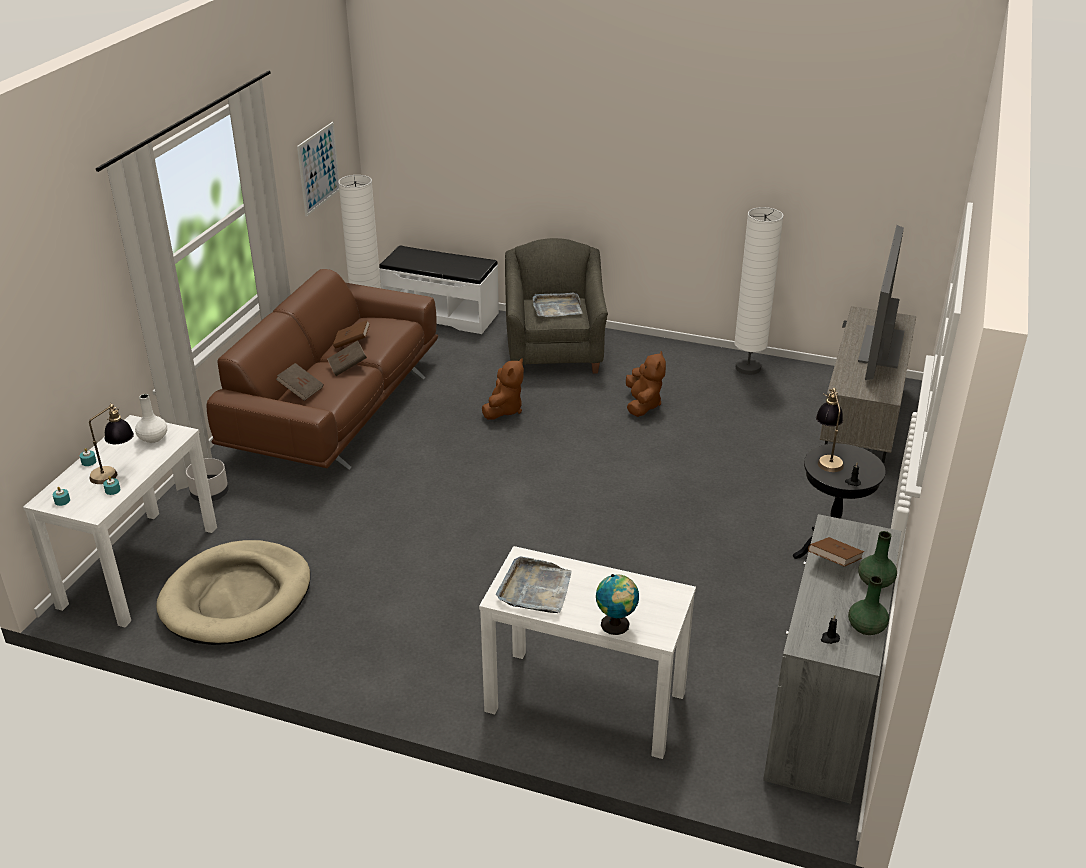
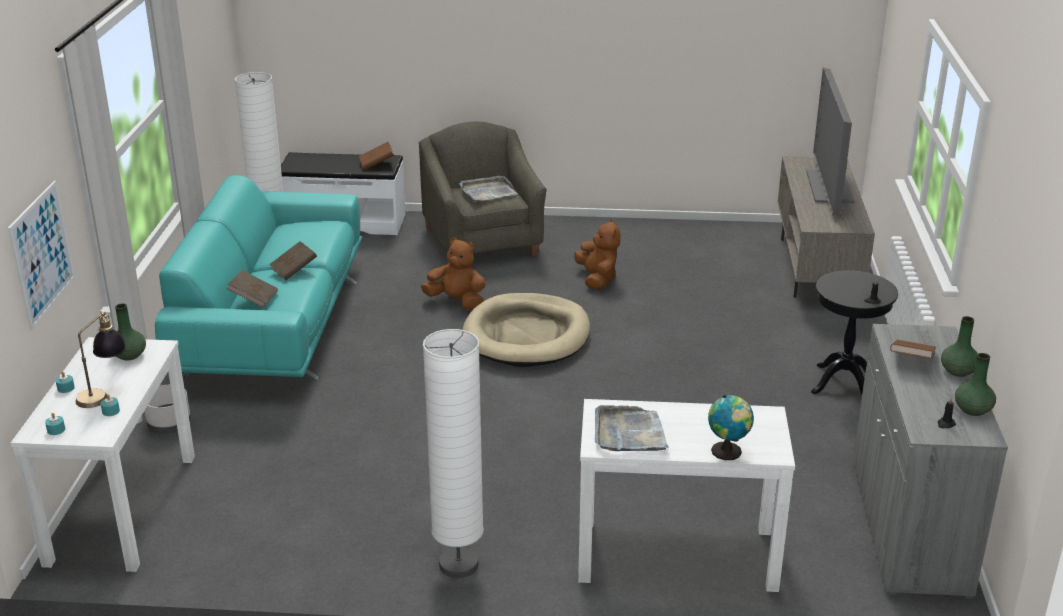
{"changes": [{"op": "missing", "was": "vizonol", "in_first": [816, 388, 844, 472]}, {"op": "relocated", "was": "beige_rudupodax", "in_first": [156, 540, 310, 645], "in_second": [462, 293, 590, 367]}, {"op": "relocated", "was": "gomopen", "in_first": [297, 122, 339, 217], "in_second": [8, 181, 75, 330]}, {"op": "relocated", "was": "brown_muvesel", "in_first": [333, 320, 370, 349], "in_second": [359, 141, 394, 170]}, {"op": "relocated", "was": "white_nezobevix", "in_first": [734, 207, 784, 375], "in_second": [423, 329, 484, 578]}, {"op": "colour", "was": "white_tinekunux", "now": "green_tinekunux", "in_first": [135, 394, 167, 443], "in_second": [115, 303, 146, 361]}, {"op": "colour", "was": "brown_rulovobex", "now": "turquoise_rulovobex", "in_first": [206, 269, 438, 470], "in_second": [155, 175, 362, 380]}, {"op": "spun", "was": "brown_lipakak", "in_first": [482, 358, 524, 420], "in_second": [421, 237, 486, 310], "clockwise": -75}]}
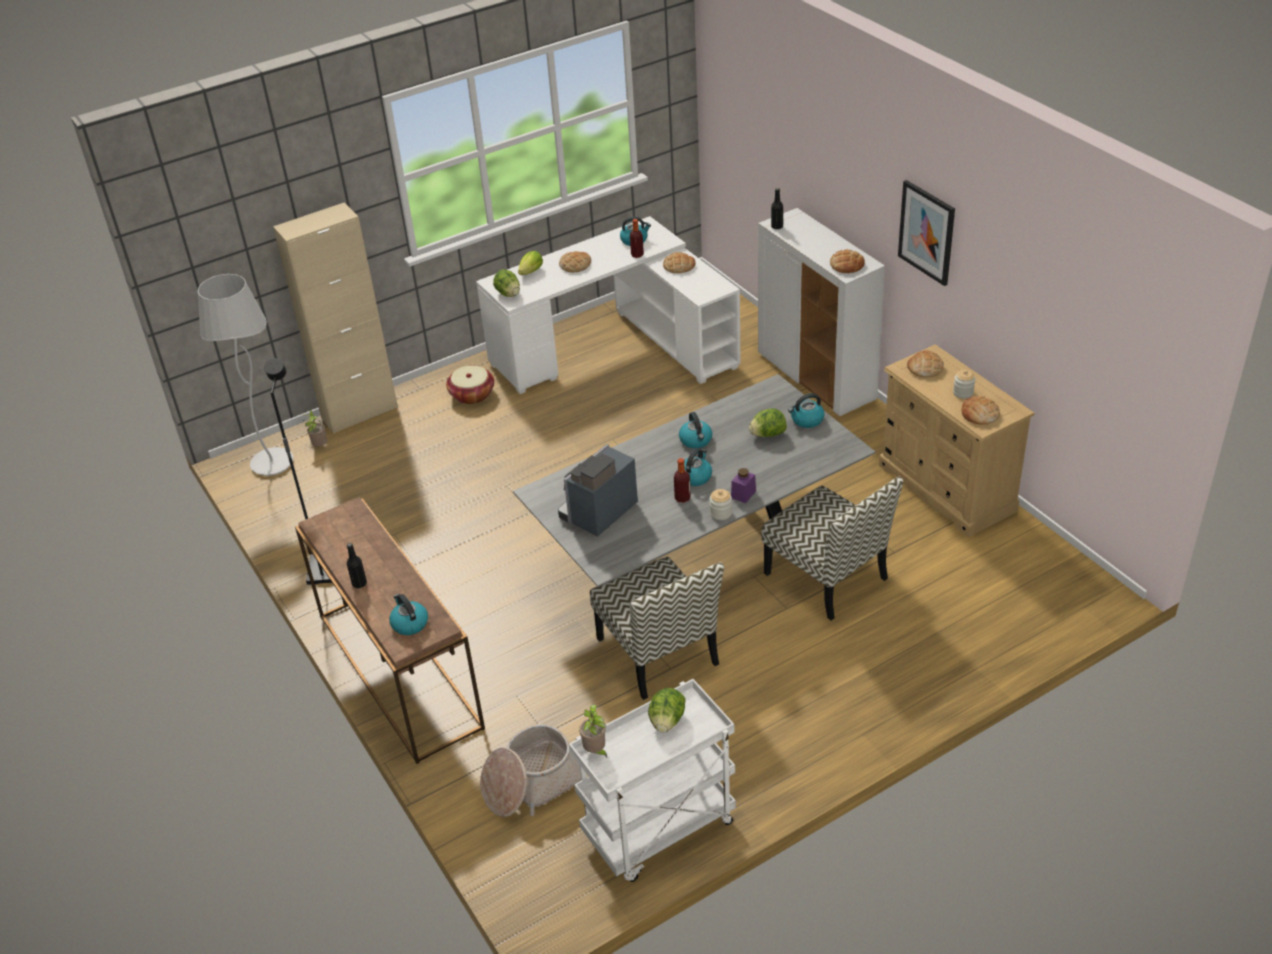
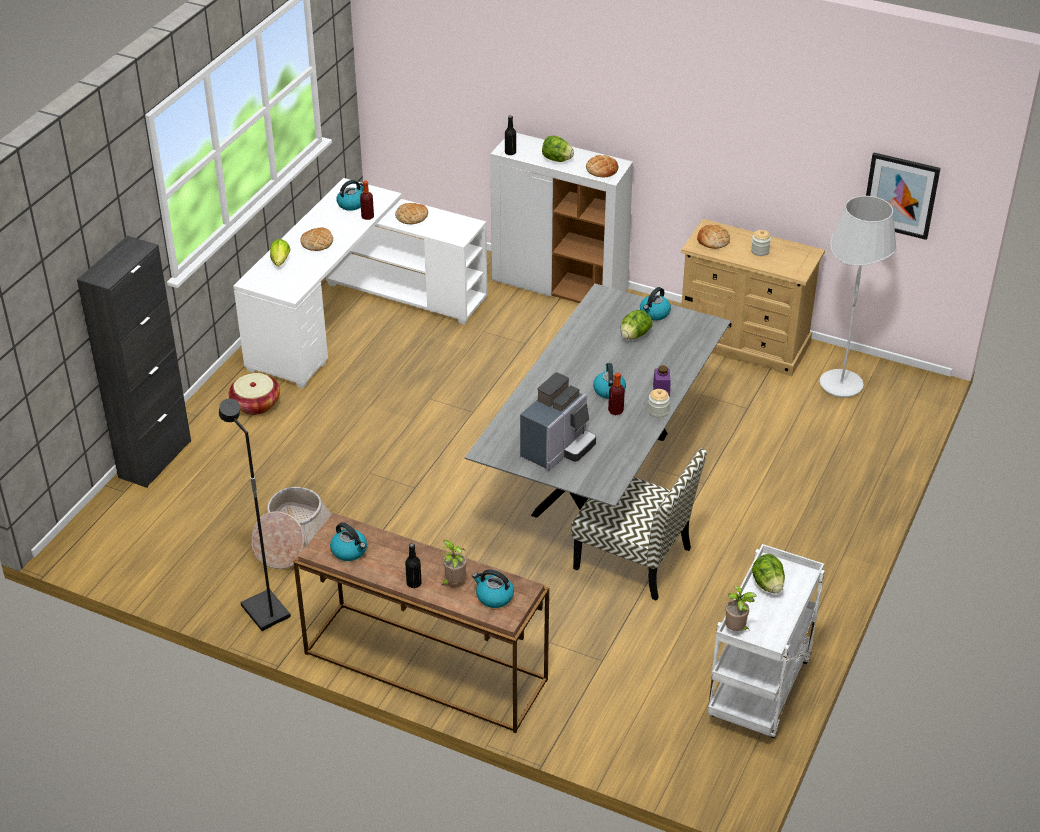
{"changes": [{"op": "missing", "was": "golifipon", "in_first": [761, 476, 903, 621]}, {"op": "missing", "was": "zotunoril", "in_first": [961, 396, 1000, 425]}, {"op": "relocated", "was": "white_nezobevix", "in_first": [197, 274, 293, 476], "in_second": [820, 196, 897, 398]}, {"op": "relocated", "was": "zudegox", "in_first": [303, 410, 327, 446], "in_second": [438, 540, 467, 585]}, {"op": "relocated", "was": "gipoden", "in_first": [480, 725, 581, 817], "in_second": [252, 487, 332, 569]}, {"op": "relocated", "was": "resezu", "in_first": [493, 269, 520, 297], "in_second": [542, 136, 574, 162]}, {"op": "relocated", "was": "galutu", "in_first": [679, 412, 712, 448], "in_second": [330, 522, 367, 561]}, {"op": "relocated", "was": "gomopen", "in_first": [898, 180, 955, 286], "in_second": [866, 152, 941, 240]}, {"op": "colour", "was": "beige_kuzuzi", "now": "black_kuzuzi", "in_first": [273, 202, 398, 434], "in_second": [77, 236, 191, 488]}, {"op": "spun", "was": "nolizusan", "in_first": [558, 444, 638, 537], "in_second": [520, 372, 596, 471], "clockwise": -150}]}
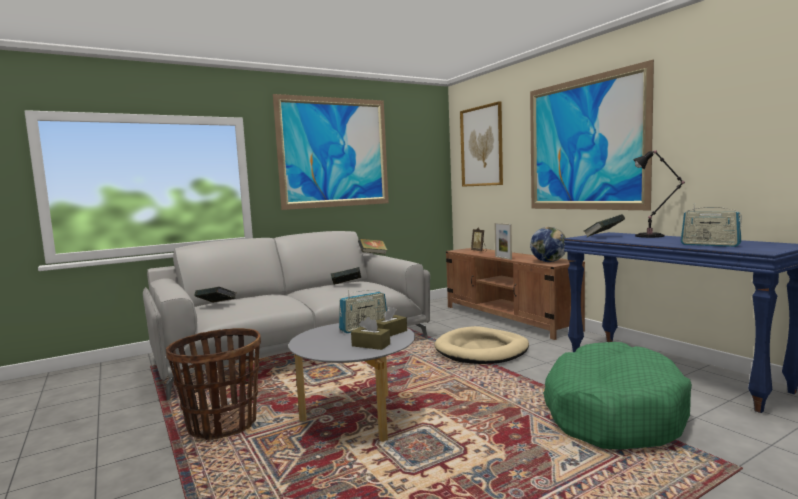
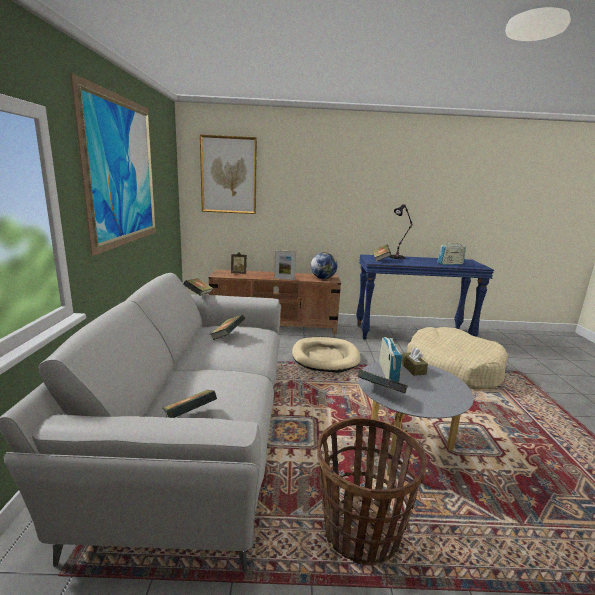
{"changes": [{"op": "missing", "was": "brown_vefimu", "in_first": [351, 317, 390, 350]}, {"op": "missing", "was": "gomopen", "in_first": [530, 60, 654, 210]}, {"op": "appeared", "now": "muvesel", "in_second": [358, 369, 408, 393]}, {"op": "colour", "was": "green_rudupodax", "now": "beige_rudupodax", "in_first": [543, 342, 692, 449], "in_second": [407, 327, 508, 389]}]}
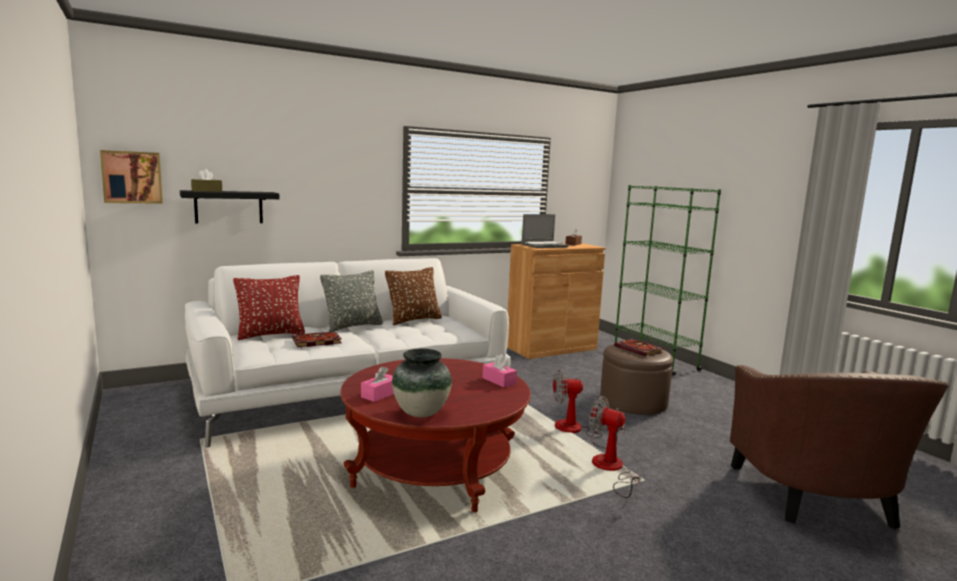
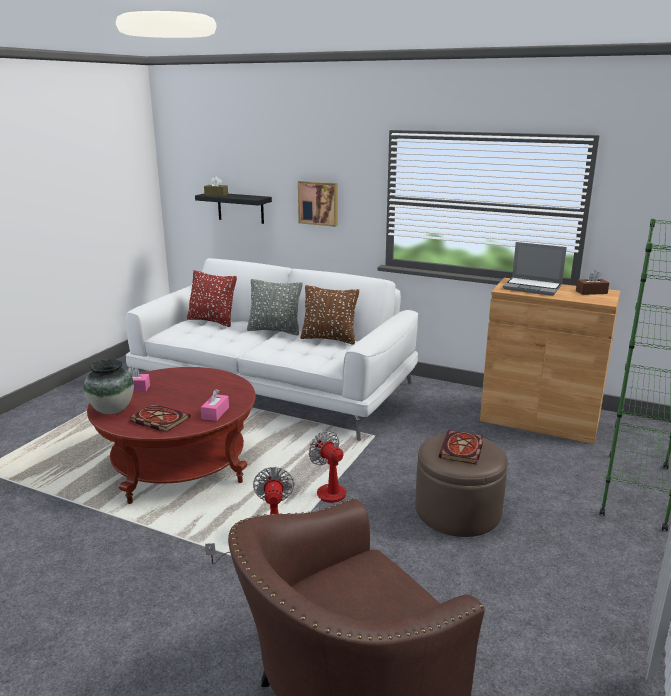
{"changes": [{"op": "relocated", "was": "gomopen", "in_first": [100, 150, 163, 204], "in_second": [298, 181, 338, 227]}, {"op": "relocated", "was": "muvesel", "in_first": [292, 331, 342, 347], "in_second": [129, 404, 190, 432]}]}
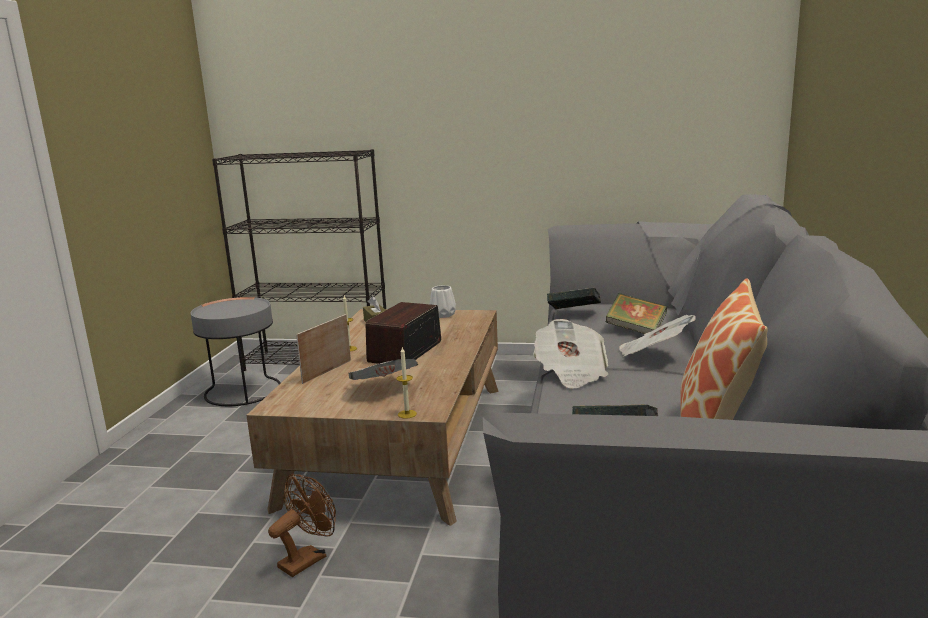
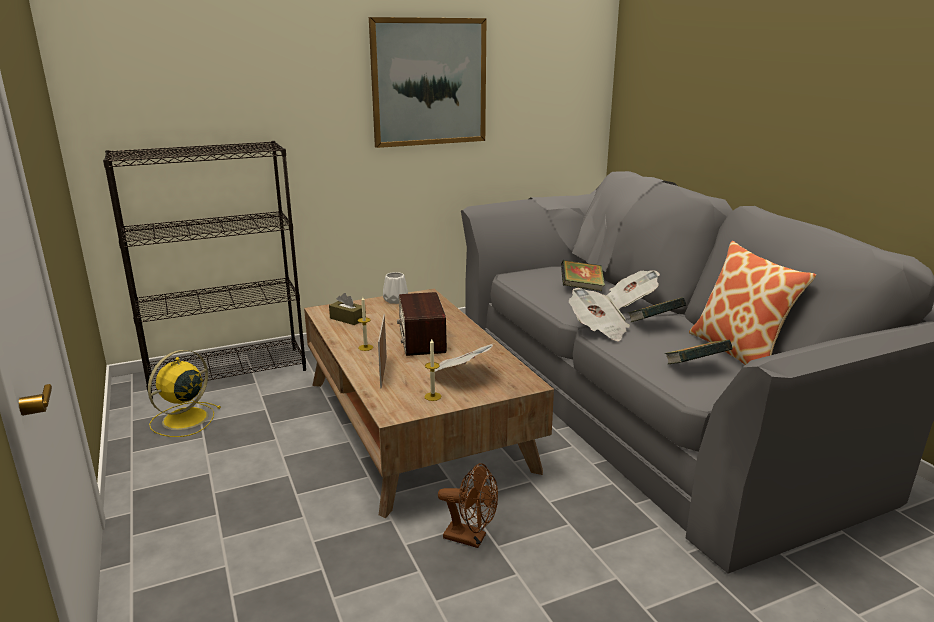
{"changes": [{"op": "appeared", "now": "gomopen", "in_second": [369, 17, 486, 148]}, {"op": "relocated", "was": "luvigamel", "in_first": [396, 347, 417, 419], "in_second": [424, 339, 442, 401]}, {"op": "relocated", "was": "muvesel", "in_first": [547, 288, 601, 310], "in_second": [628, 297, 686, 323]}, {"op": "exchanged", "was": "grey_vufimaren", "now": "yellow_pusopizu", "in_first": [190, 297, 280, 406], "in_second": [148, 350, 221, 437]}, {"op": "spun", "was": "brown_pusopizu", "in_first": [268, 474, 336, 577], "in_second": [438, 463, 498, 548], "clockwise": 105}]}
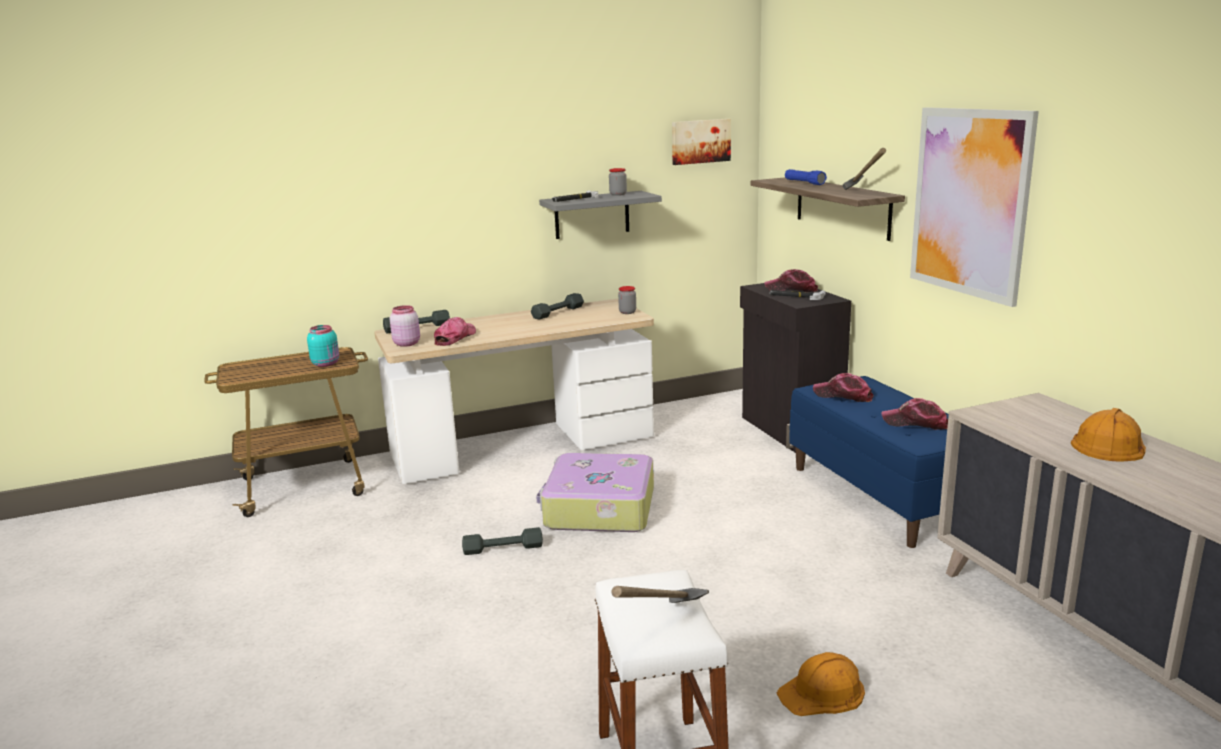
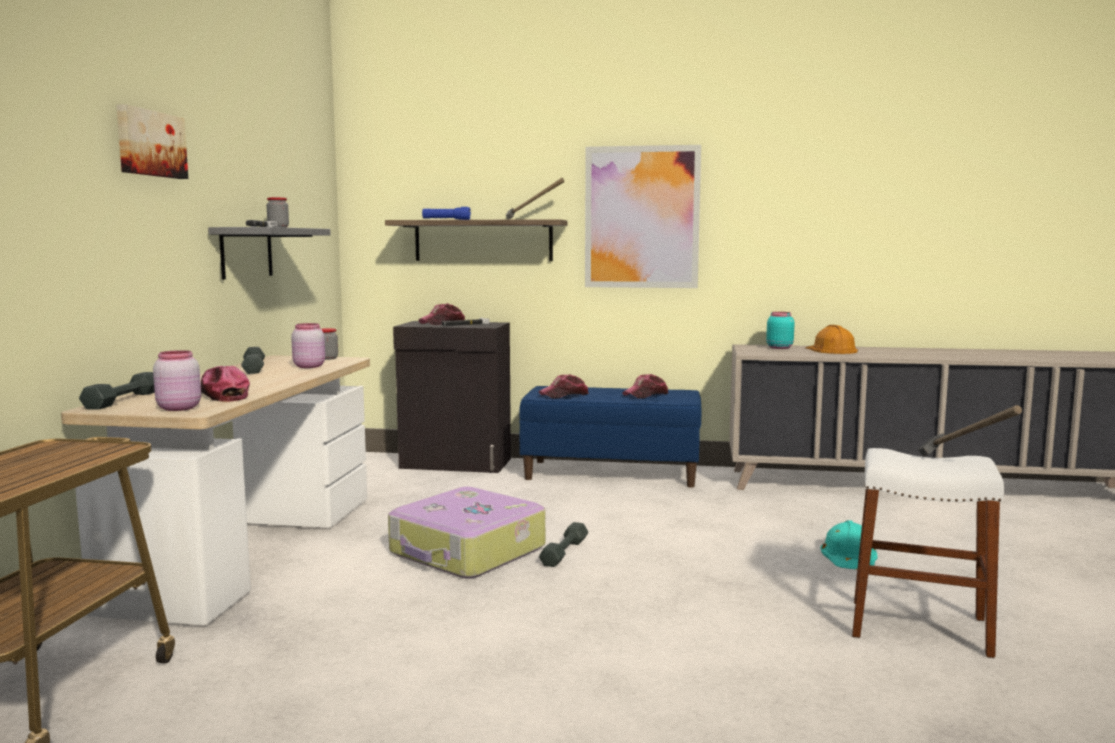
{"changes": [{"op": "appeared", "now": "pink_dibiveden", "in_second": [291, 323, 325, 368]}, {"op": "relocated", "was": "turquoise_dibiveden", "in_first": [307, 325, 339, 367], "in_second": [766, 312, 795, 349]}, {"op": "relocated", "was": "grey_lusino", "in_first": [462, 527, 543, 555], "in_second": [539, 522, 588, 567]}, {"op": "relocated", "was": "gomopen", "in_first": [672, 119, 731, 165], "in_second": [116, 104, 188, 179]}, {"op": "colour", "was": "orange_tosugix", "now": "turquoise_tosugix", "in_first": [776, 652, 865, 716], "in_second": [820, 520, 877, 569]}]}
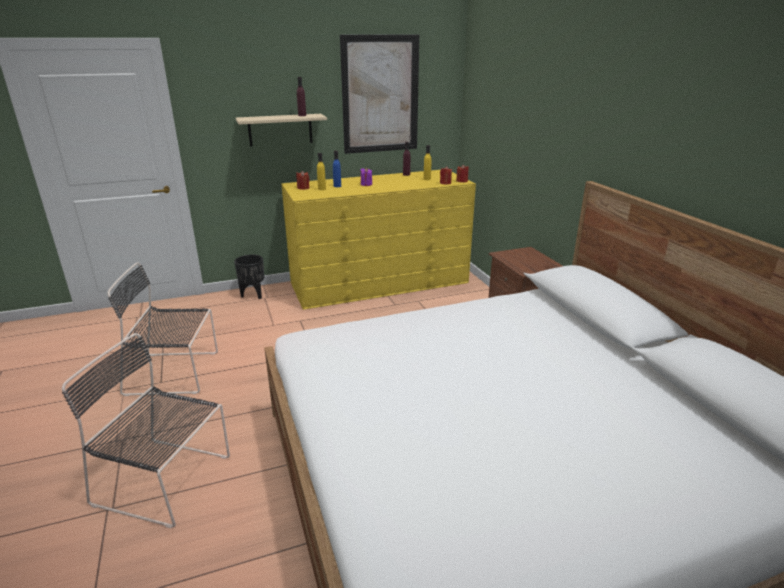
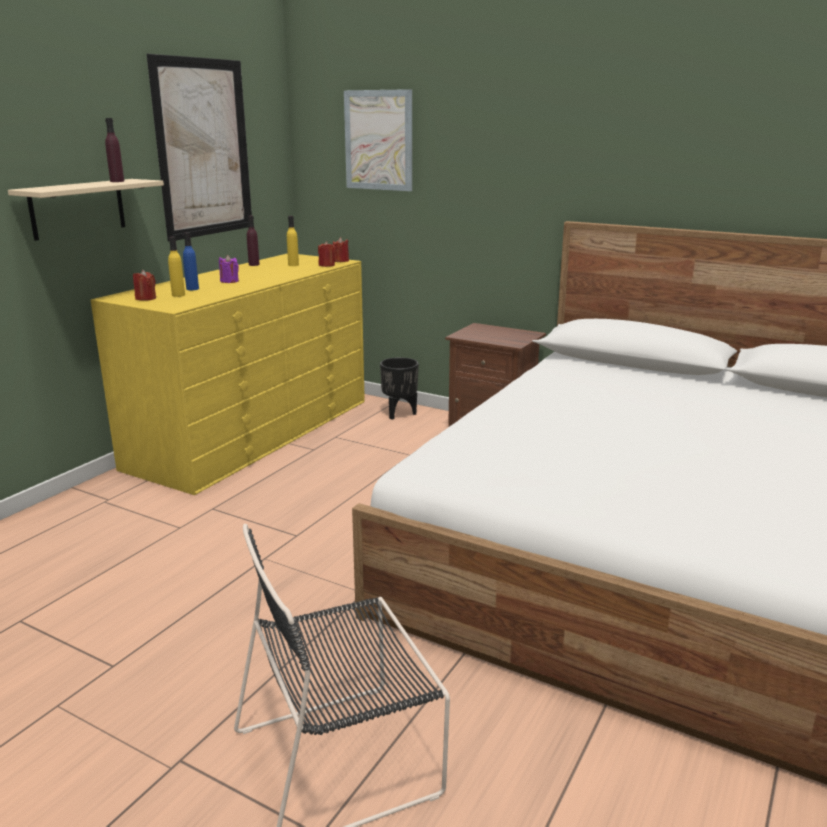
{"changes": [{"op": "missing", "was": "black_golifipon", "in_first": [108, 262, 218, 396]}, {"op": "appeared", "now": "gomopen", "in_second": [344, 89, 412, 191]}, {"op": "relocated", "was": "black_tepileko", "in_first": [234, 254, 264, 299], "in_second": [380, 357, 419, 420]}]}
